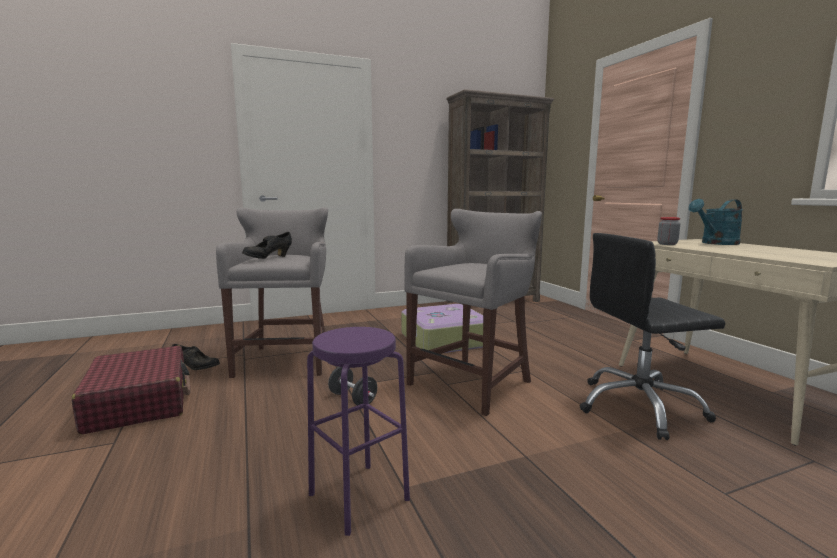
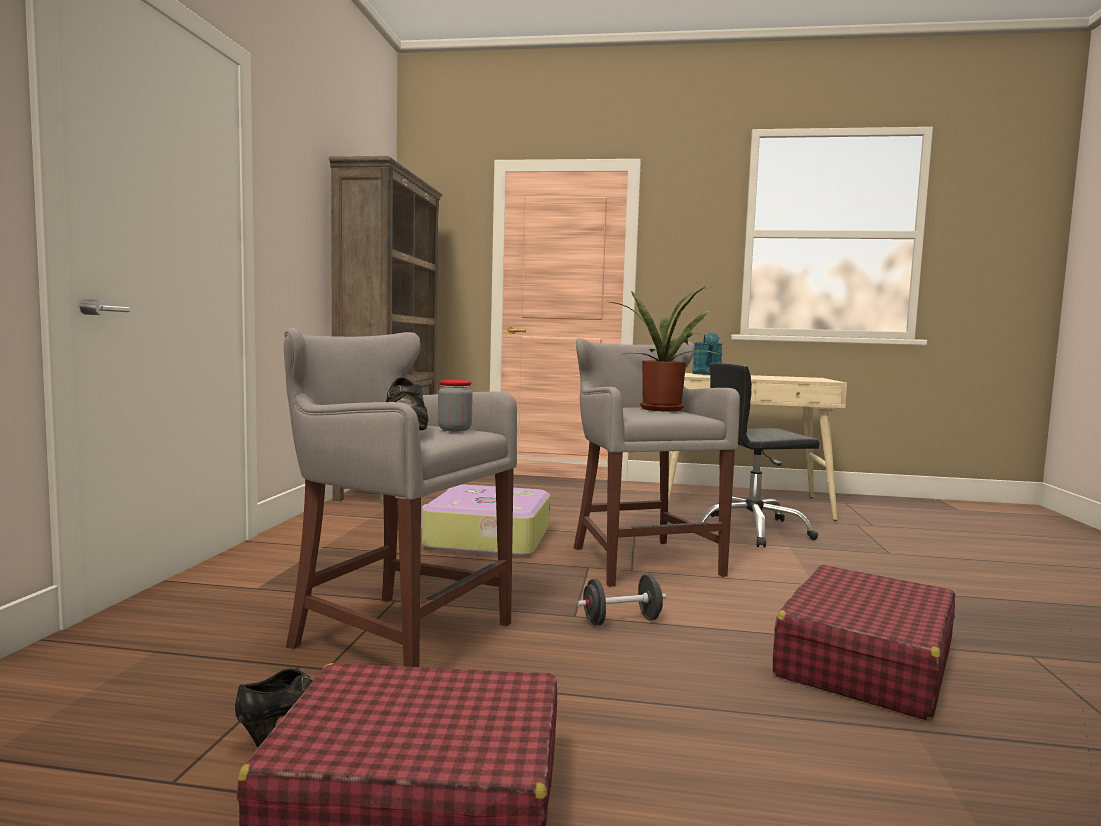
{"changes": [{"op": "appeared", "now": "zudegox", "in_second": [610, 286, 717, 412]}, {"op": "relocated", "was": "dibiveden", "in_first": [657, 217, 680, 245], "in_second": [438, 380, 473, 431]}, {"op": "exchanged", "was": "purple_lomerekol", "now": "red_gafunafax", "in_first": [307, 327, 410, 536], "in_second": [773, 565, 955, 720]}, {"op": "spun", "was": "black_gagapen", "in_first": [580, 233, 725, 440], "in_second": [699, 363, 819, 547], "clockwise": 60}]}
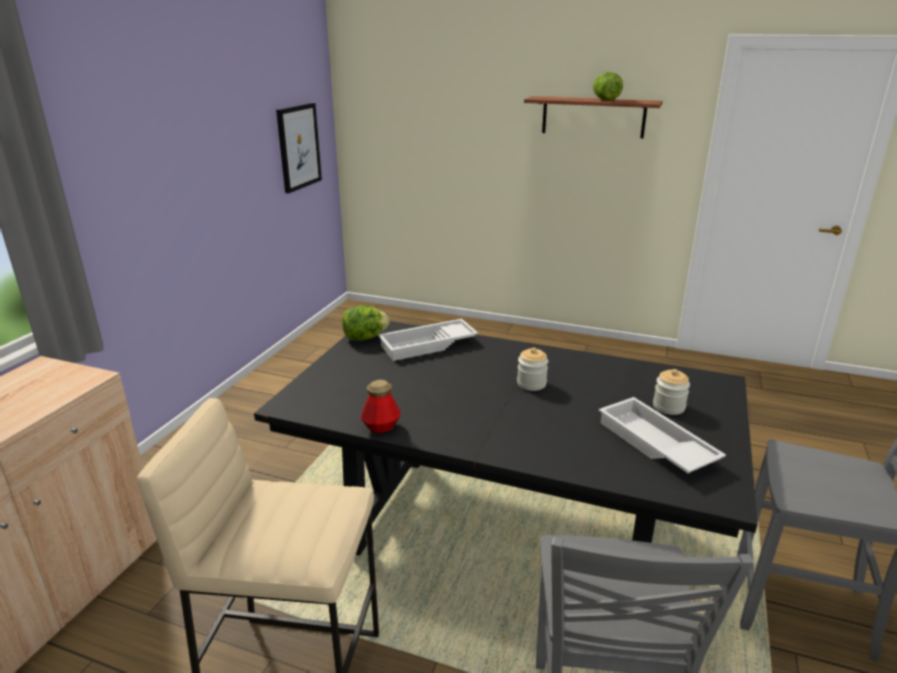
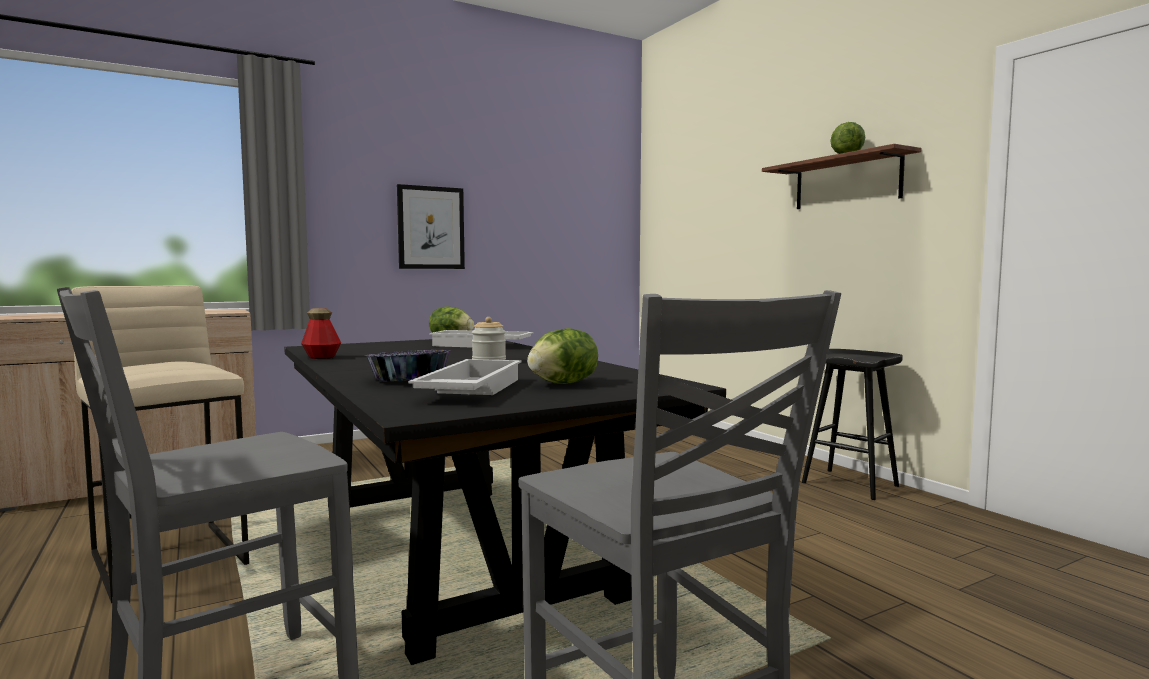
{"changes": [{"op": "appeared", "now": "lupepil", "in_second": [365, 350, 450, 381]}, {"op": "appeared", "now": "black_lomerekol", "in_second": [802, 349, 903, 500]}, {"op": "relocated", "was": "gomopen", "in_first": [276, 103, 322, 193], "in_second": [397, 184, 465, 269]}, {"op": "exchanged", "was": "dibiveden", "now": "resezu", "in_first": [653, 369, 690, 415], "in_second": [527, 328, 598, 384]}]}
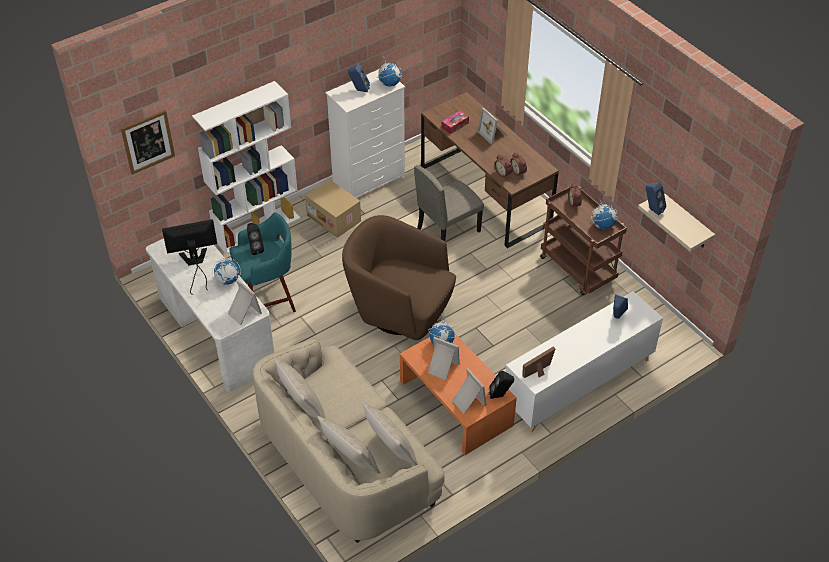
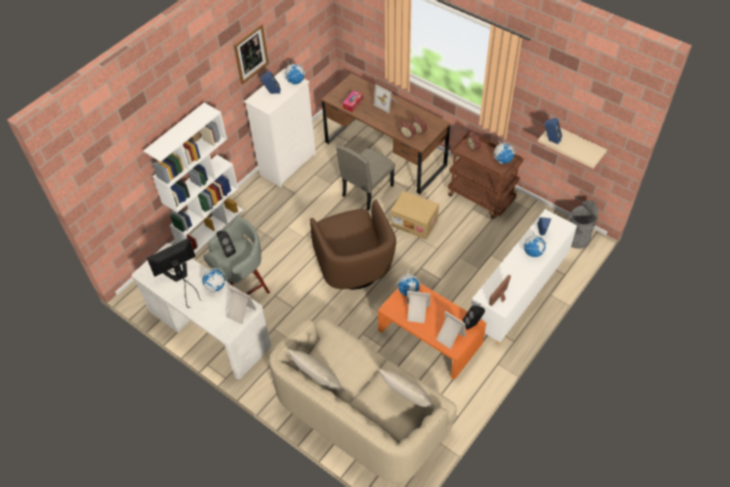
{"changes": [{"op": "missing", "was": "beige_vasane", "in_first": [317, 416, 380, 474]}, {"op": "appeared", "now": "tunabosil", "in_second": [522, 230, 547, 257]}, {"op": "appeared", "now": "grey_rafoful", "in_second": [570, 200, 598, 249]}, {"op": "relocated", "was": "gomopen", "in_first": [121, 110, 175, 175], "in_second": [234, 24, 269, 84]}, {"op": "relocated", "was": "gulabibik", "in_first": [305, 179, 361, 238], "in_second": [391, 191, 439, 240]}, {"op": "colour", "was": "turquoise_lomerekol", "now": "grey_lomerekol", "in_first": [229, 212, 296, 312], "in_second": [203, 216, 270, 295]}, {"op": "spun", "was": "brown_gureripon", "in_first": [342, 215, 456, 340], "in_second": [310, 200, 396, 289], "clockwise": -120}]}
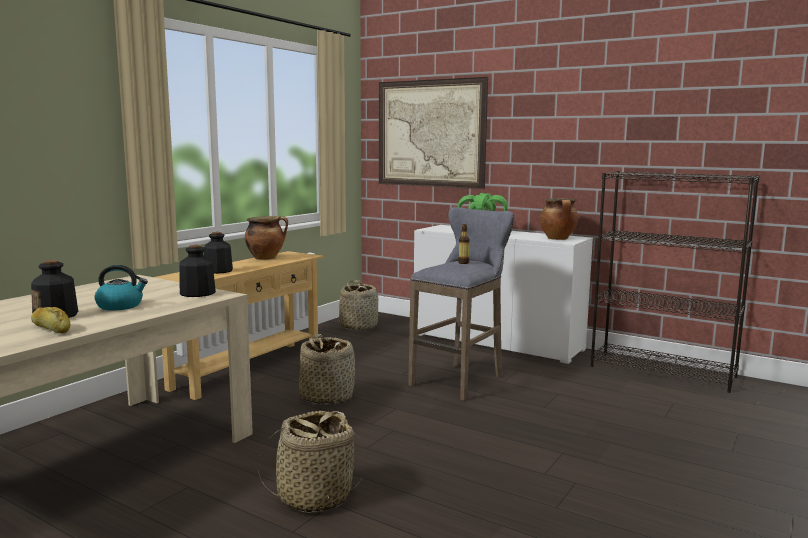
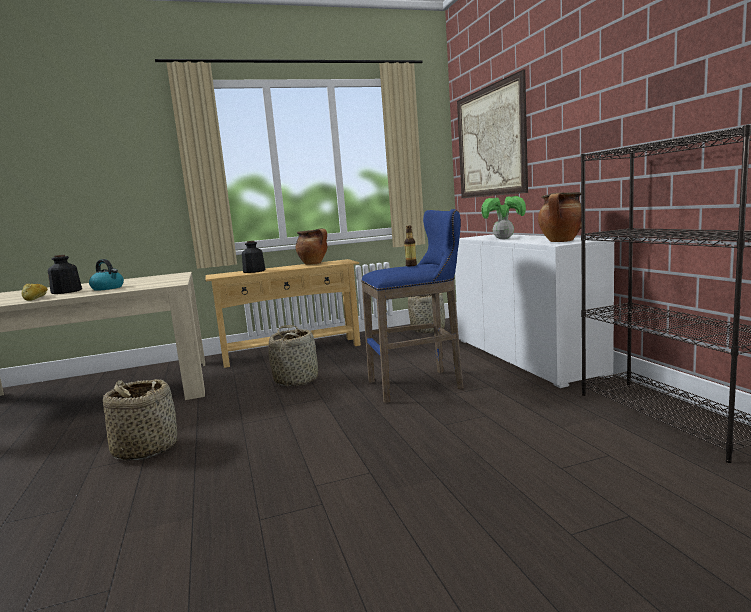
{"changes": [{"op": "missing", "was": "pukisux", "in_first": [180, 245, 216, 297]}, {"op": "colour", "was": "grey_lomerekol", "now": "blue_lomerekol", "in_first": [408, 207, 515, 401], "in_second": [361, 209, 463, 403]}]}
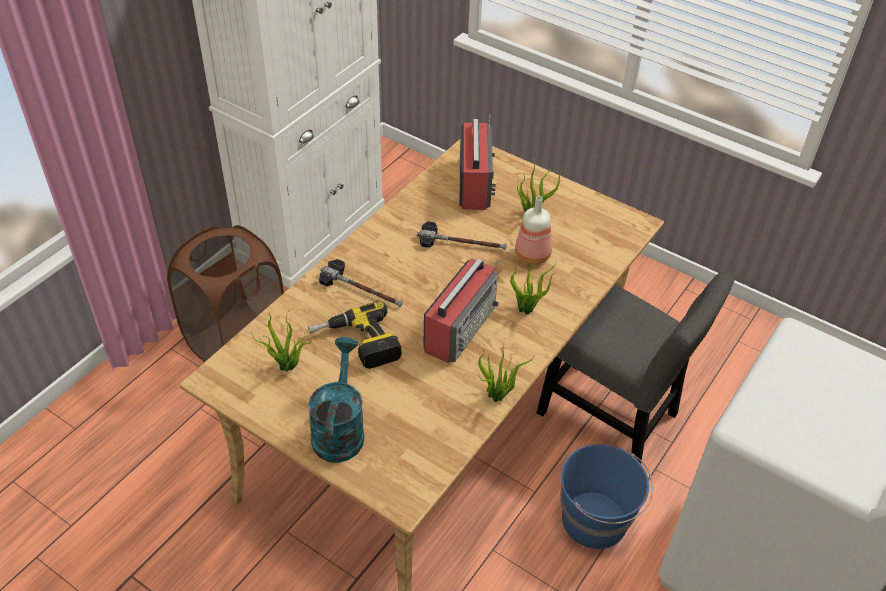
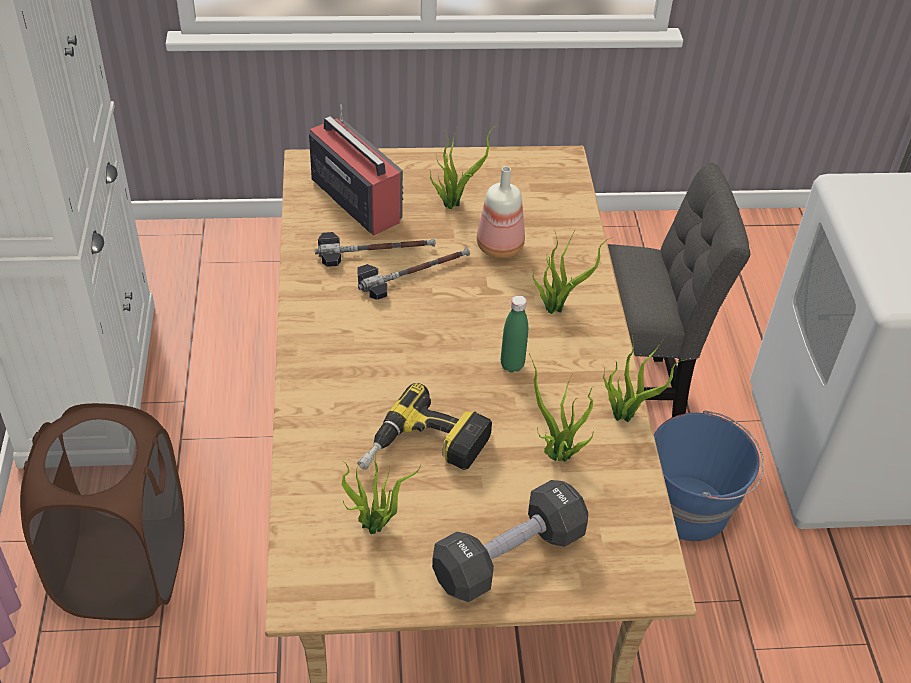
{"changes": [{"op": "appeared", "now": "zudegox", "in_second": [529, 353, 595, 462]}, {"op": "relocated", "was": "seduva", "in_first": [319, 259, 403, 307], "in_second": [315, 232, 436, 267]}, {"op": "exchanged", "was": "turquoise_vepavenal", "now": "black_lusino", "in_first": [308, 337, 364, 463], "in_second": [432, 480, 588, 602]}, {"op": "exchanged", "was": "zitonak", "now": "green_pukisux", "in_first": [423, 258, 499, 364], "in_second": [501, 295, 528, 372]}]}
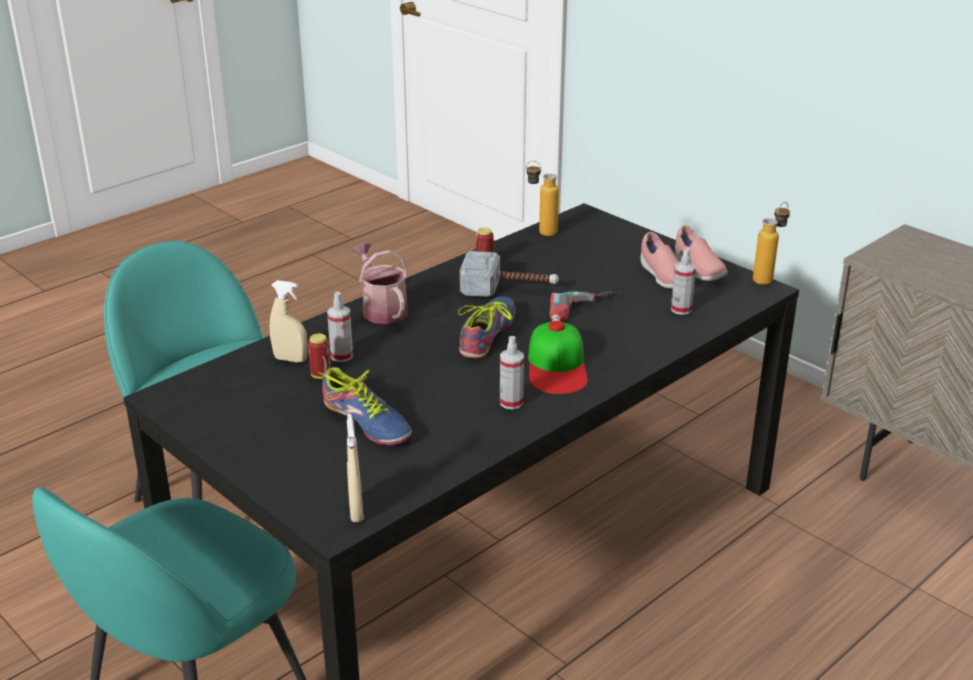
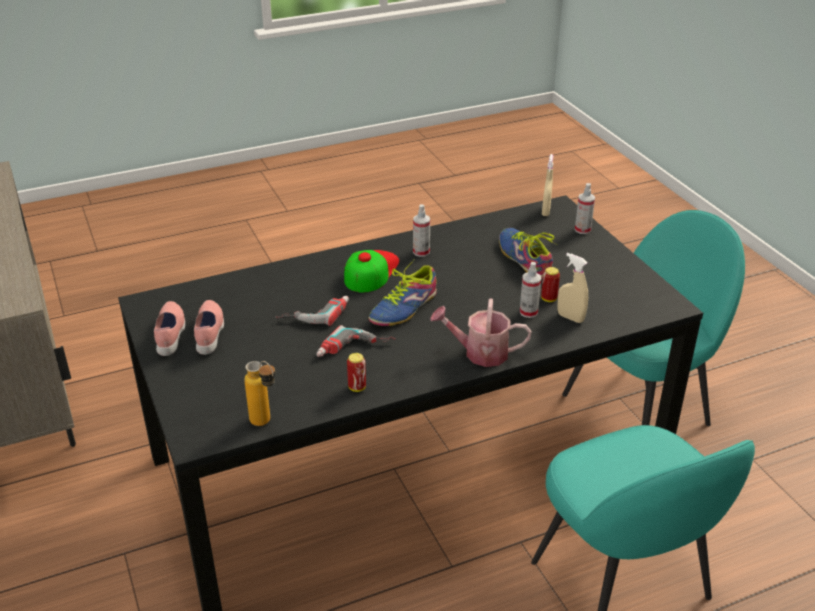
{"changes": [{"op": "missing", "was": "pukisux", "in_first": [753, 202, 790, 285]}, {"op": "relocated", "was": "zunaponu", "in_first": [671, 248, 696, 315], "in_second": [575, 183, 595, 234]}, {"op": "exchanged", "was": "seduva", "now": "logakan", "in_first": [460, 251, 559, 297], "in_second": [316, 325, 396, 357]}, {"op": "spun", "was": "vepavenal", "in_first": [352, 243, 408, 324], "in_second": [430, 298, 531, 367], "clockwise": 105}]}
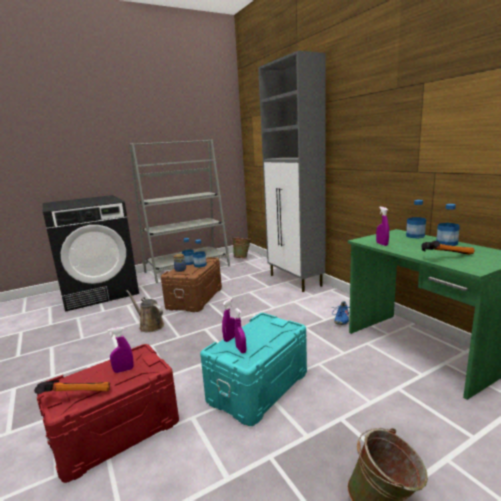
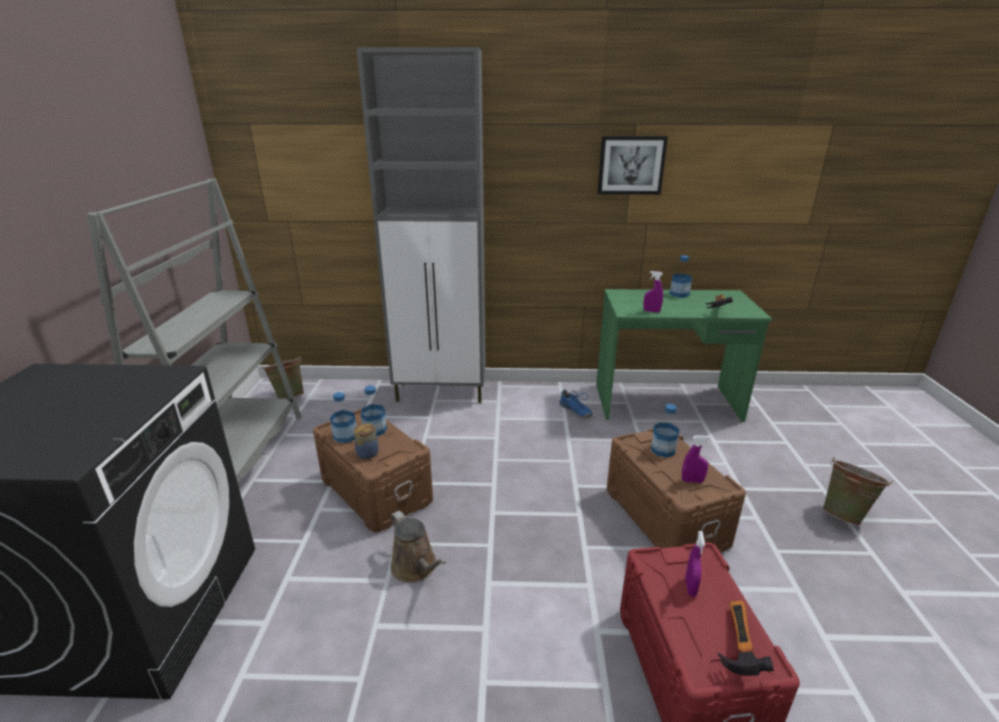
{"changes": [{"op": "missing", "was": "purple_zunaponu", "in_first": [222, 298, 236, 342]}, {"op": "appeared", "now": "gomopen", "in_second": [597, 136, 668, 195]}, {"op": "relocated", "was": "pukisux", "in_first": [406, 200, 426, 238], "in_second": [651, 404, 679, 458]}, {"op": "colour", "was": "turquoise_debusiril", "now": "brown_debusiril", "in_first": [200, 313, 307, 426], "in_second": [607, 429, 746, 553]}, {"op": "spun", "was": "brown_vepavenal", "in_first": [126, 290, 164, 332], "in_second": [391, 511, 446, 583], "clockwise": -105}]}
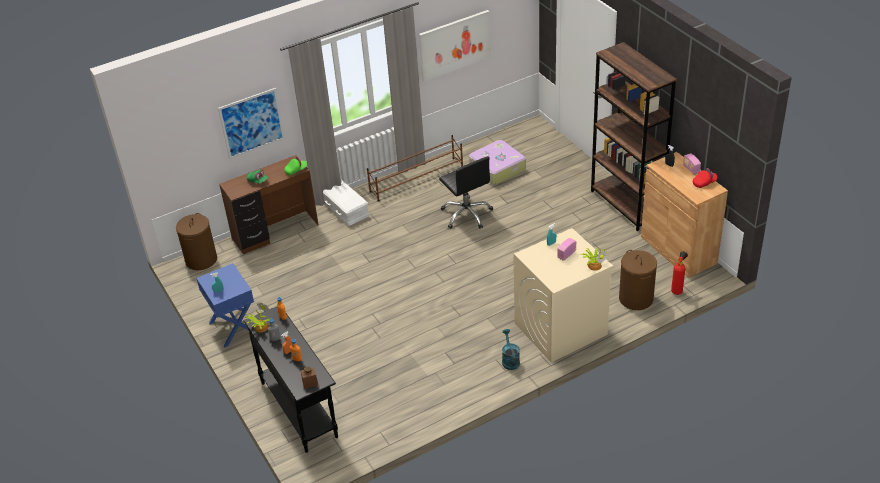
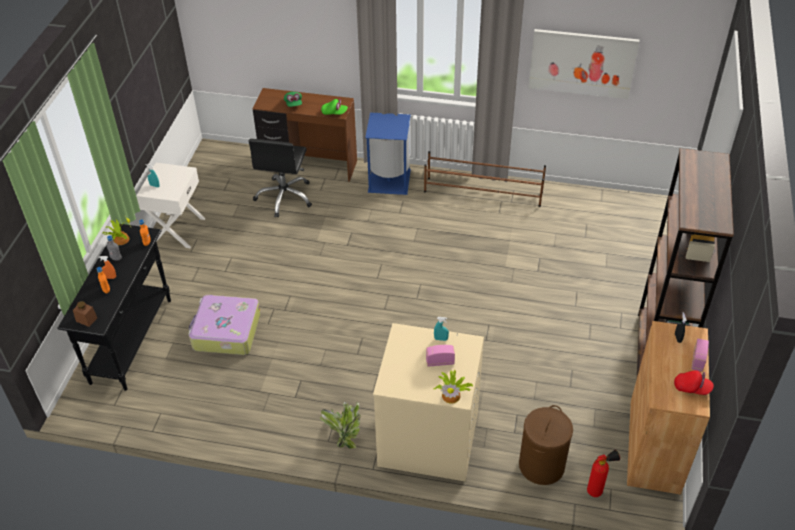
{"changes": [{"op": "missing", "was": "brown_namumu", "in_first": [176, 213, 217, 270]}, {"op": "missing", "was": "gomopen", "in_first": [218, 88, 285, 159]}, {"op": "relocated", "was": "black_gagapen", "in_first": [439, 156, 493, 229], "in_second": [248, 139, 312, 217]}, {"op": "relocated", "was": "gafunafax", "in_first": [469, 140, 526, 185], "in_second": [188, 295, 260, 355]}, {"op": "exchanged", "was": "white_debusiril", "now": "blue_rafoful", "in_first": [323, 180, 369, 226], "in_second": [365, 113, 411, 195]}, {"op": "exchanged", "was": "turquoise_vepavenal", "now": "zudegox", "in_first": [502, 329, 520, 370], "in_second": [320, 402, 361, 449]}, {"op": "colour", "was": "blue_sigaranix", "now": "white_sigaranix", "in_first": [196, 263, 254, 348], "in_second": [136, 163, 205, 248]}]}
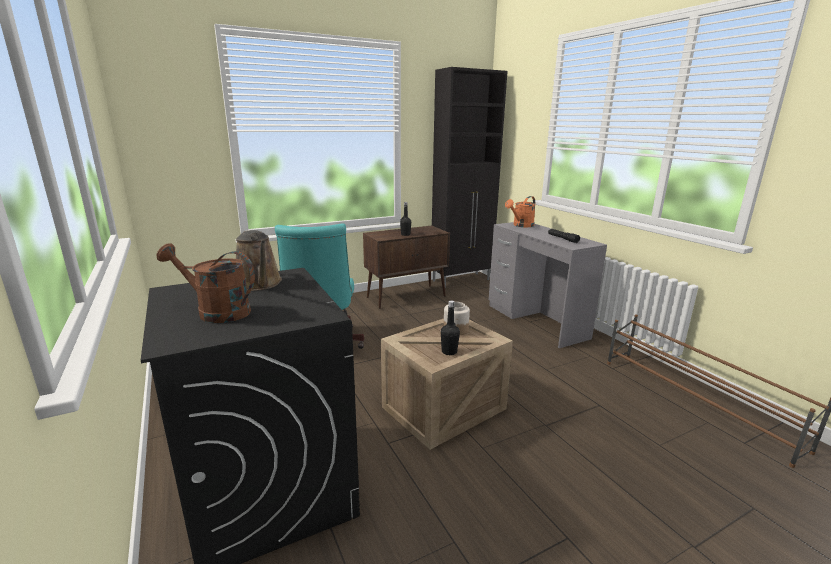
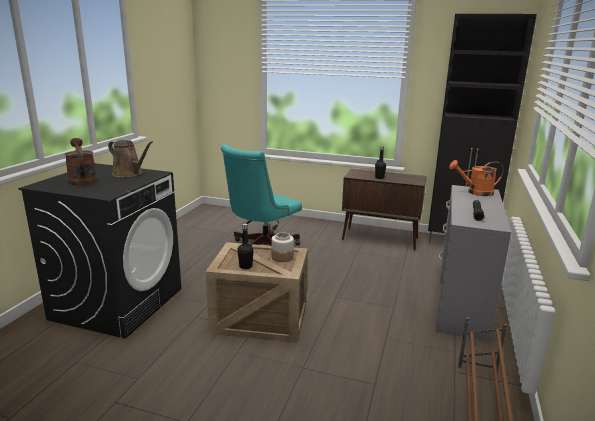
{"changes": [{"op": "spun", "was": "brown_vepavenal", "in_first": [236, 230, 282, 291], "in_second": [108, 140, 153, 177], "clockwise": -75}]}
